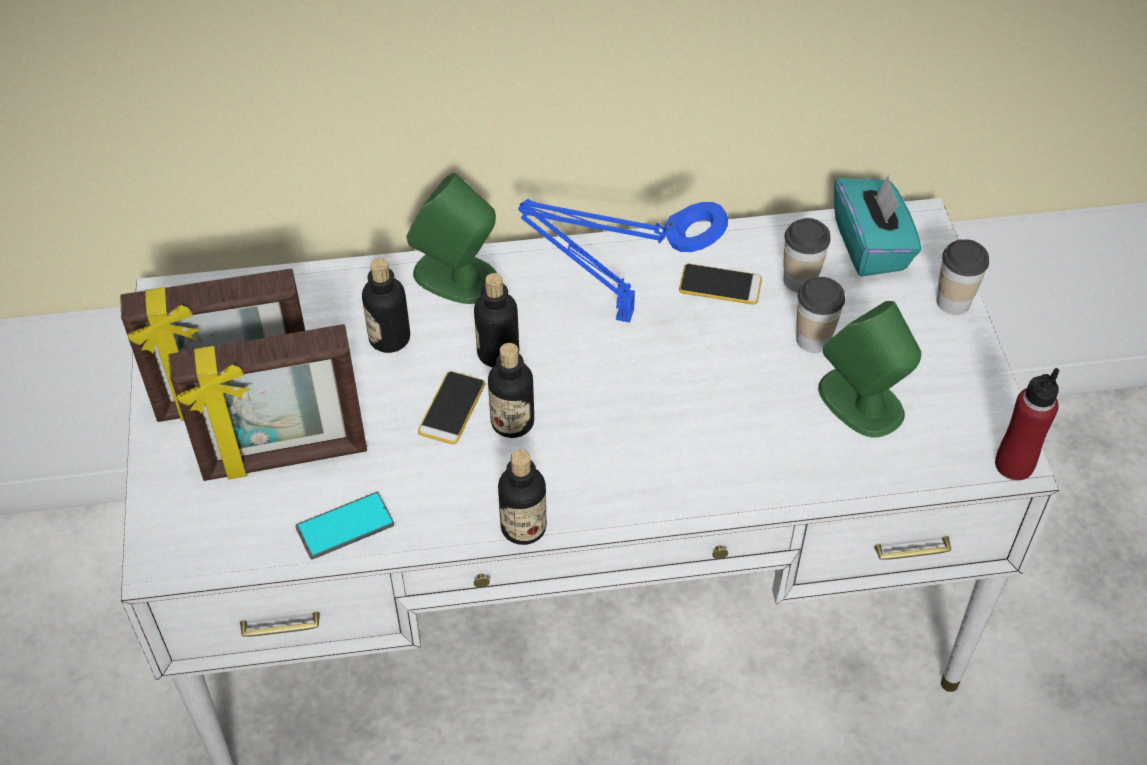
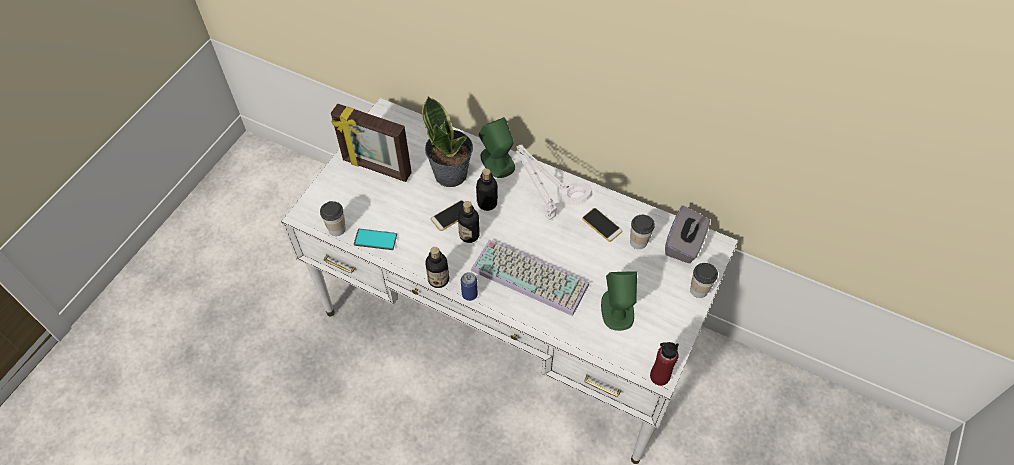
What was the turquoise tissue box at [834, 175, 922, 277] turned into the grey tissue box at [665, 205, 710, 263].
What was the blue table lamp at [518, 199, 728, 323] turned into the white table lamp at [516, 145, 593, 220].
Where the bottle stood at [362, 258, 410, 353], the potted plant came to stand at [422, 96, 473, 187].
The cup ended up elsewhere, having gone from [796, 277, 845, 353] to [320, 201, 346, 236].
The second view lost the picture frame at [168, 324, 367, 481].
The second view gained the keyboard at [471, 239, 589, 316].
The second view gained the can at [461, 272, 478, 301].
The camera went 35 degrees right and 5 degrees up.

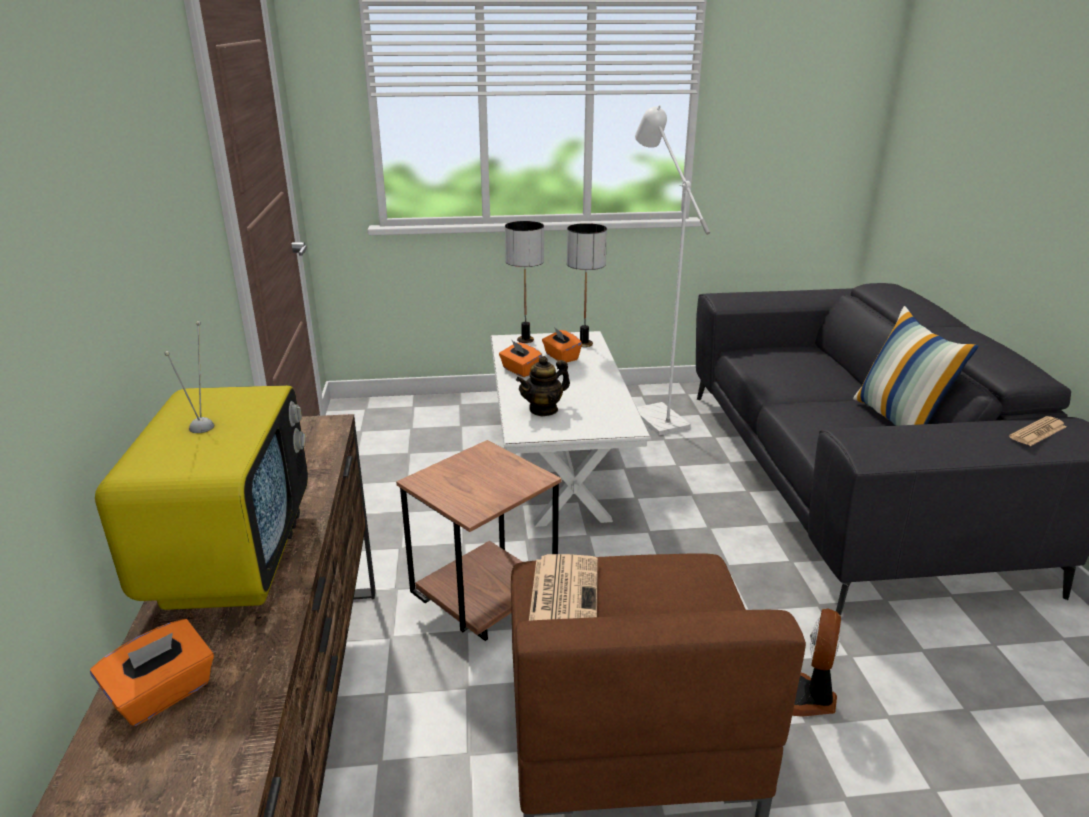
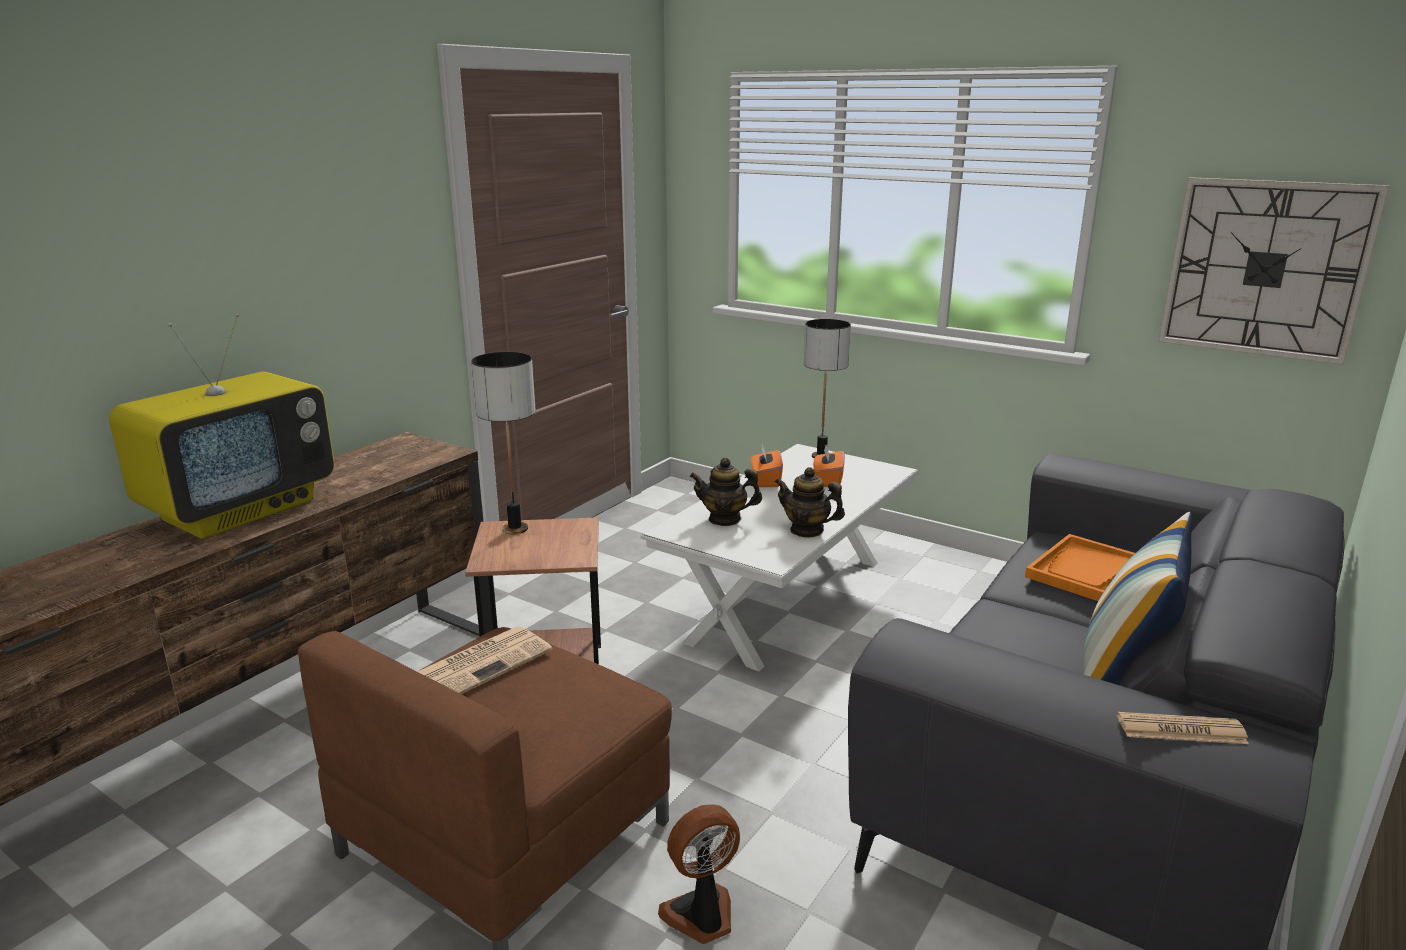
The second view lost the white floor lamp at [635, 105, 710, 435].
The table lamp ended up elsewhere, having gone from [567, 223, 607, 347] to [472, 352, 536, 534].
The second view lost the orange tissue box at [90, 619, 214, 726].
The second view gained the wall clock at [1158, 177, 1389, 365].
The second view gained the teapot at [775, 467, 845, 537].
The second view gained the orange tray at [1025, 534, 1135, 601].
The camera went 40 degrees right and 5 degrees down.

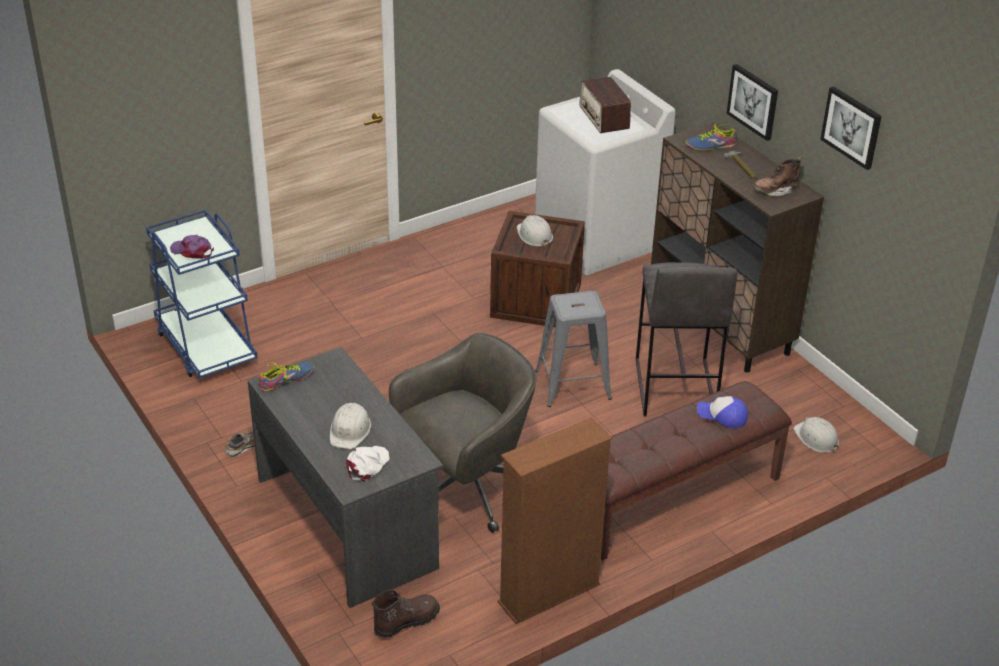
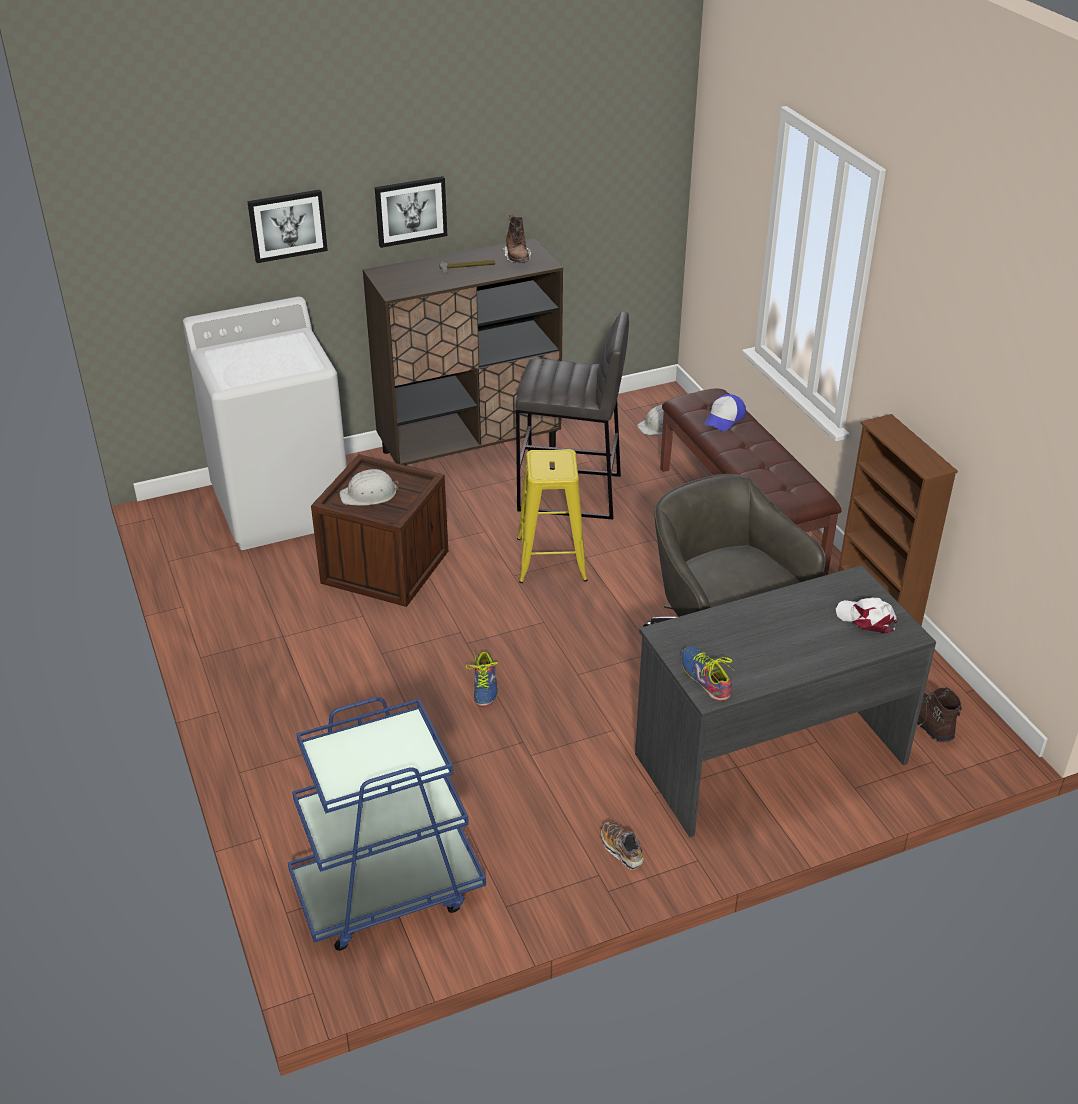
The second view lost the radio at [579, 77, 631, 133].
The picture ended up elsewhere, having gone from [820, 86, 882, 170] to [247, 190, 328, 263].
The shoe ended up elsewhere, having gone from [685, 123, 737, 151] to [466, 652, 498, 707].
The second view lost the purple cap at [170, 235, 214, 259].
What was the grey stool at [535, 291, 612, 407] turned into the yellow stool at [517, 449, 587, 583].
The second view lost the white hard hat at [330, 403, 371, 449].
The camera went 80 degrees left and 0 degrees up.

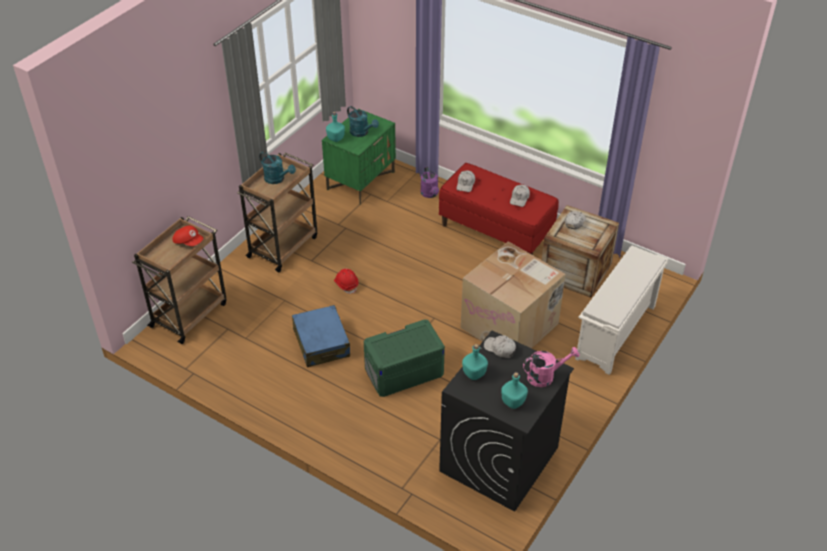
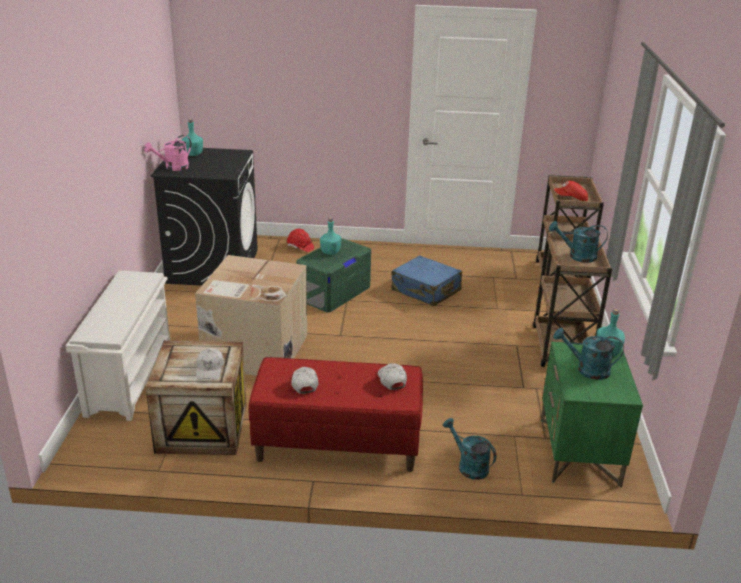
What was the purple watering can at [420, 167, 439, 198] turned into the turquoise watering can at [443, 418, 496, 480].
The red hard hat ended up elsewhere, having gone from [334, 269, 359, 294] to [287, 229, 314, 252].
The second view lost the white cap at [484, 335, 516, 358].
The turquoise bottle ended up elsewhere, having gone from [462, 344, 488, 380] to [320, 218, 342, 255].
The camera went 150 degrees right and 15 degrees down.

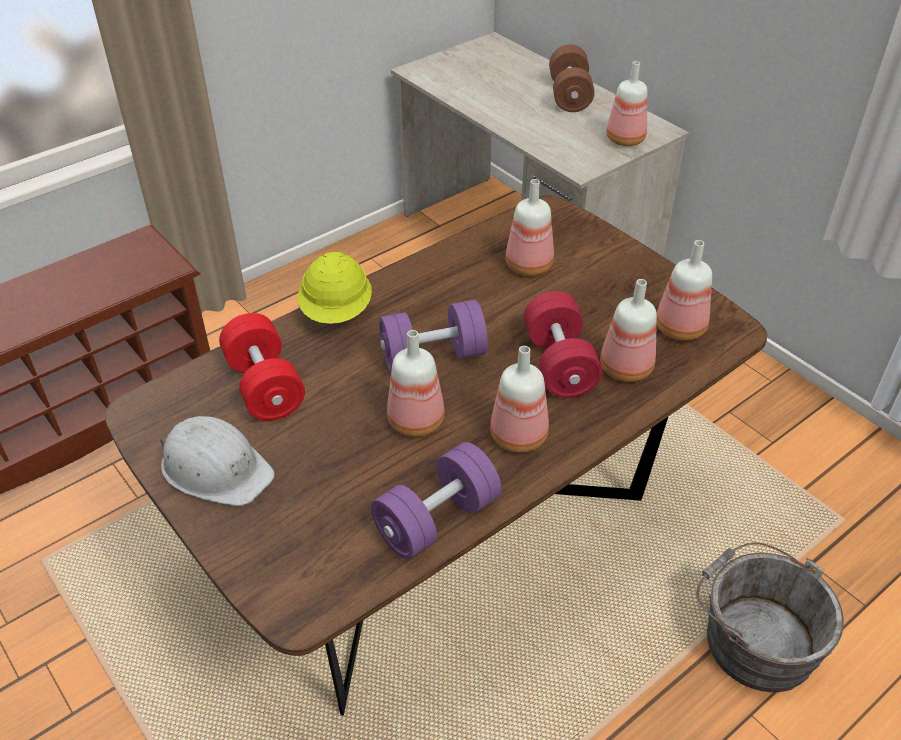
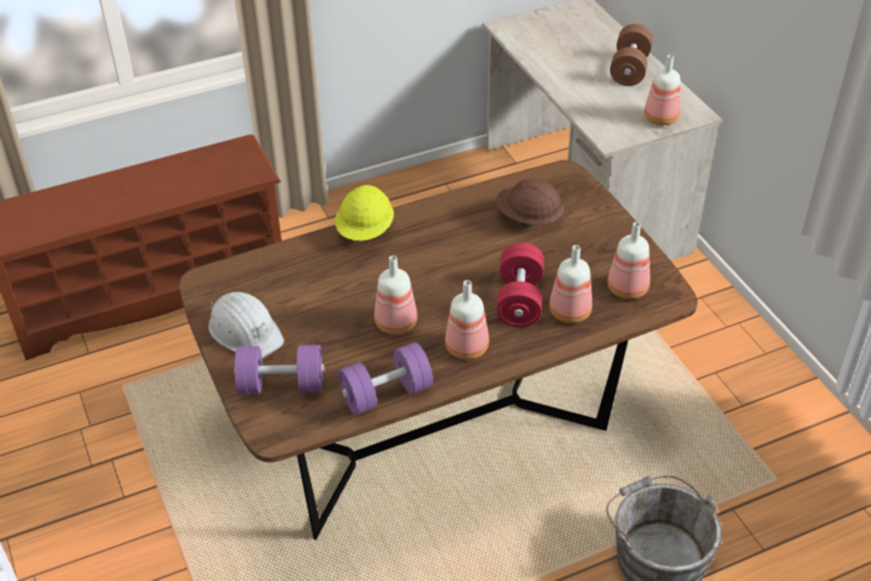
Where the bottle stood at [506, 179, 554, 276], the brown hard hat came to stand at [496, 179, 564, 229].
The purple dumbbell ended up elsewhere, having gone from [379, 300, 488, 372] to [234, 345, 325, 394].
The second view lost the red dumbbell at [219, 313, 305, 421].
The camera went 15 degrees right and 0 degrees up.

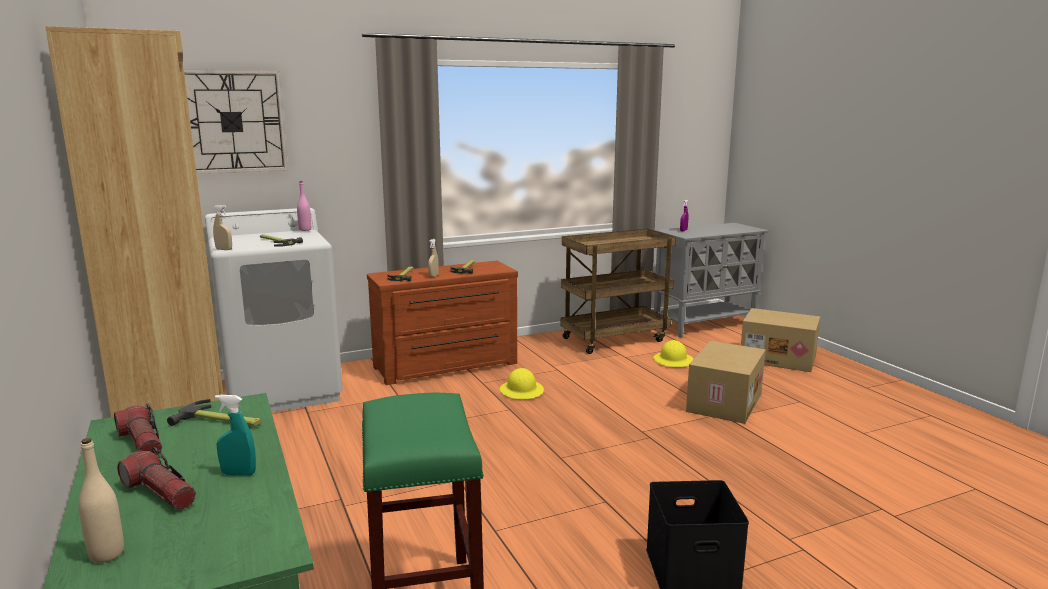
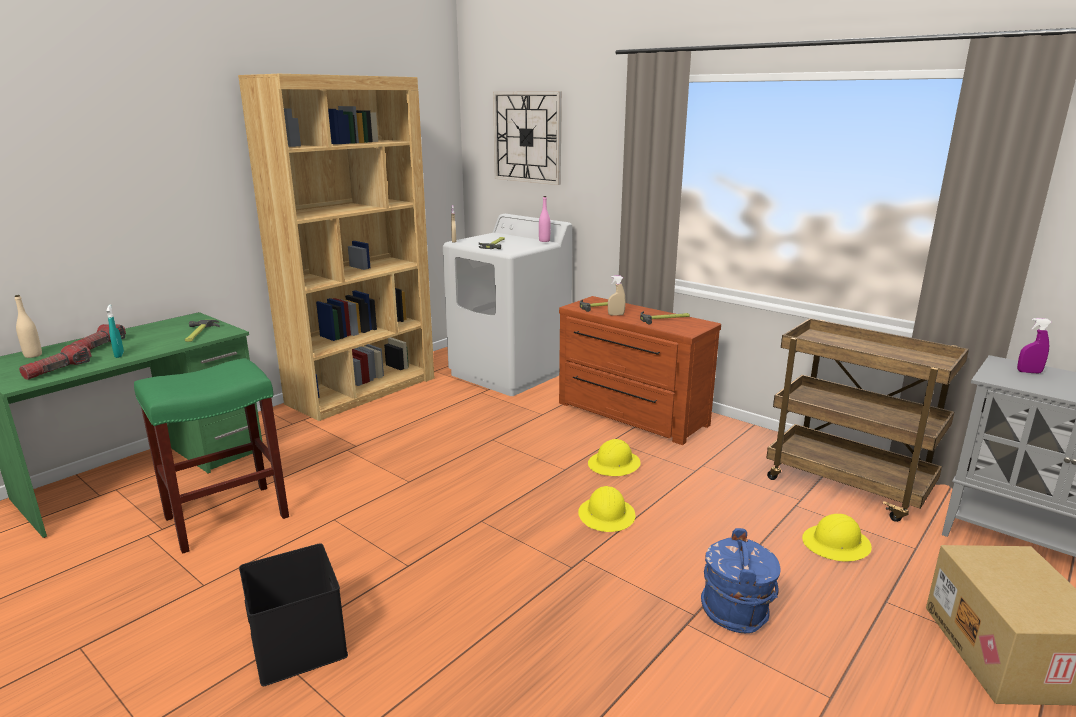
Where the cardboard box stood at [686, 341, 766, 424], the blue bucket came to stand at [701, 528, 781, 633].
The flashlight ended up elsewhere, having gone from [114, 403, 162, 455] to [19, 345, 92, 380].
The second view gained the yellow hard hat at [578, 486, 635, 532].
The camera went 65 degrees right and 5 degrees up.

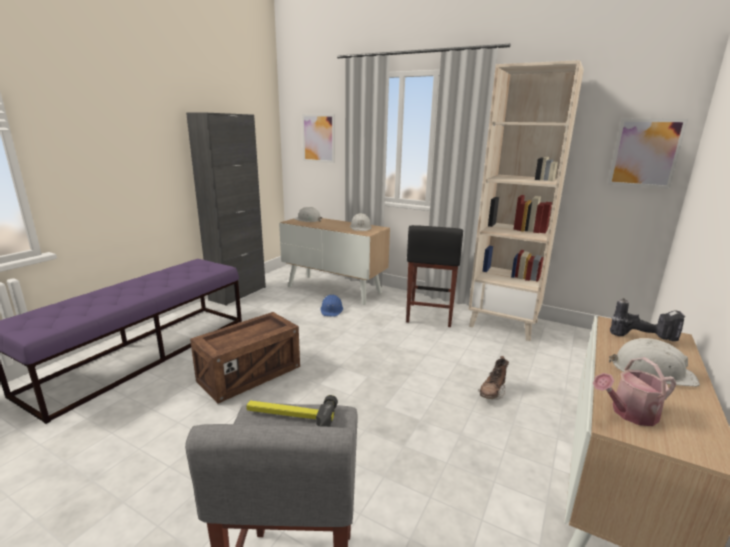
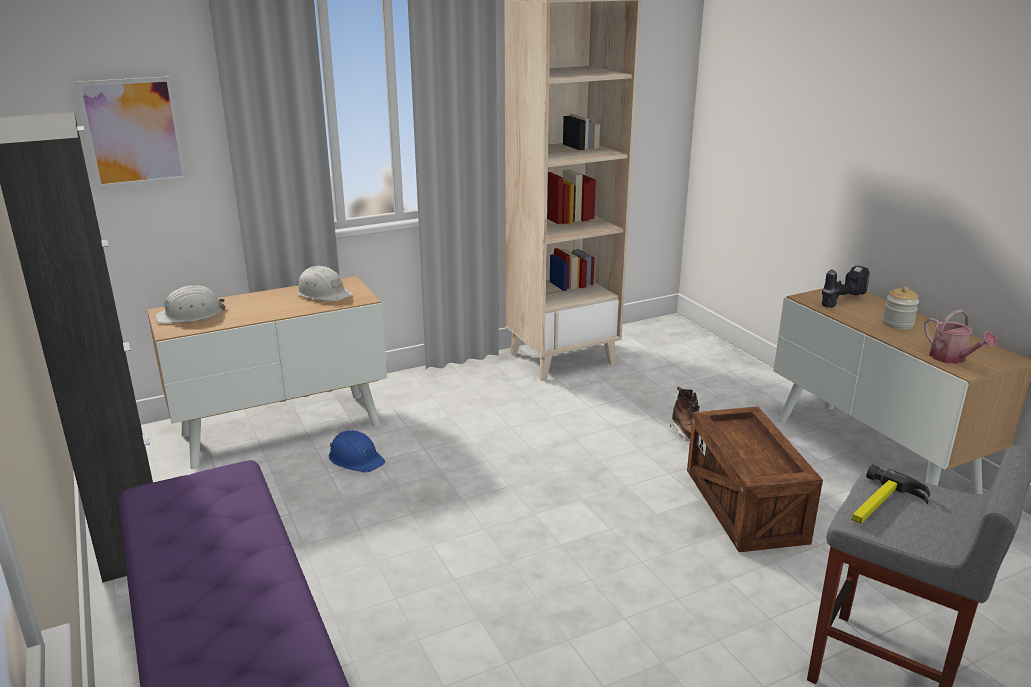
The second view lost the picture at [608, 119, 688, 189].
The second view lost the black stool at [406, 225, 463, 327].
The crate ended up elsewhere, having gone from [190, 312, 300, 403] to [687, 407, 823, 552].
Where the white hard hat stood at [609, 338, 700, 387], the jar came to stand at [883, 287, 919, 330].
The watering can at [593, 357, 676, 426] ended up facing another way, 45 degrees counterclockwise from before.
The camera went 55 degrees left and 5 degrees up.

